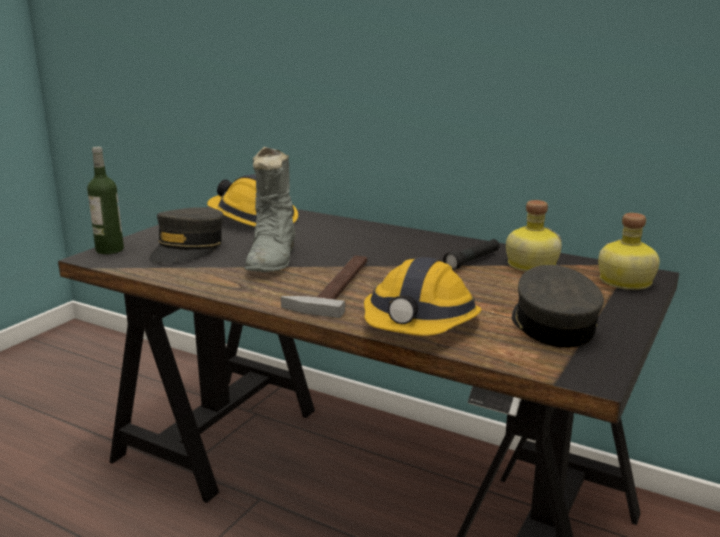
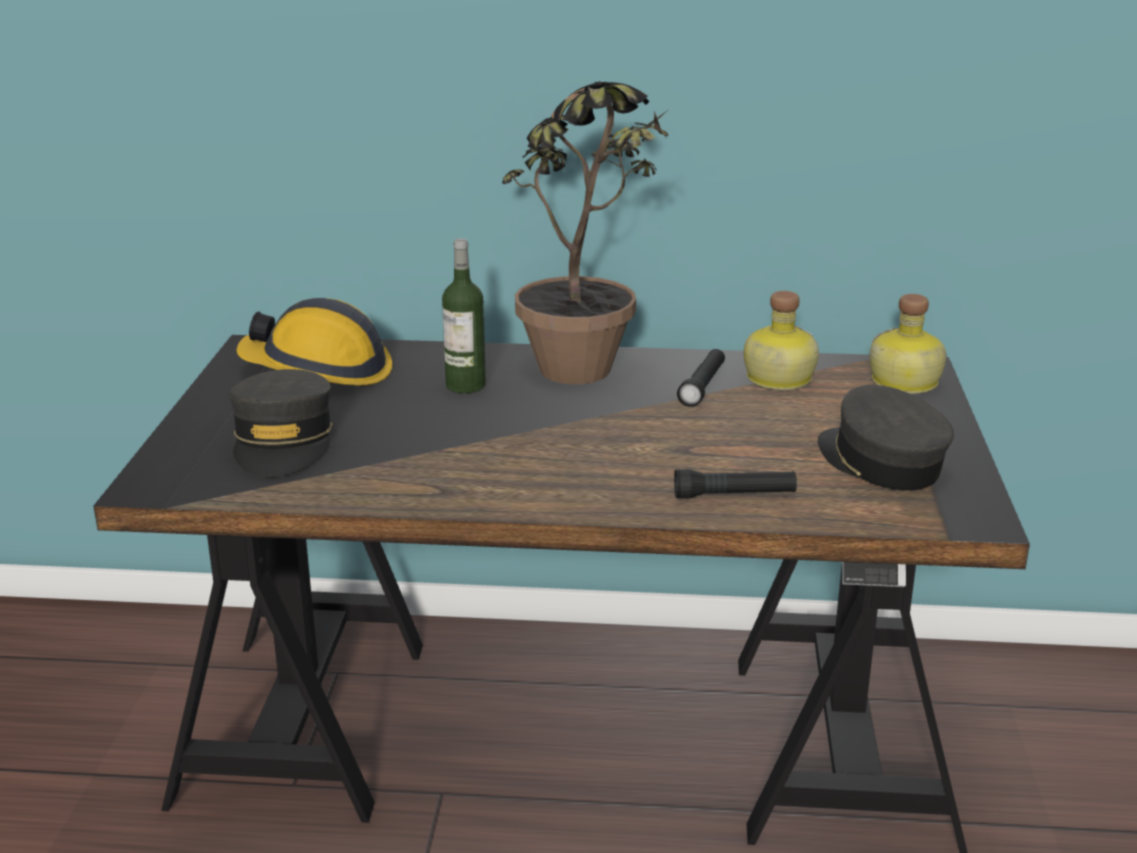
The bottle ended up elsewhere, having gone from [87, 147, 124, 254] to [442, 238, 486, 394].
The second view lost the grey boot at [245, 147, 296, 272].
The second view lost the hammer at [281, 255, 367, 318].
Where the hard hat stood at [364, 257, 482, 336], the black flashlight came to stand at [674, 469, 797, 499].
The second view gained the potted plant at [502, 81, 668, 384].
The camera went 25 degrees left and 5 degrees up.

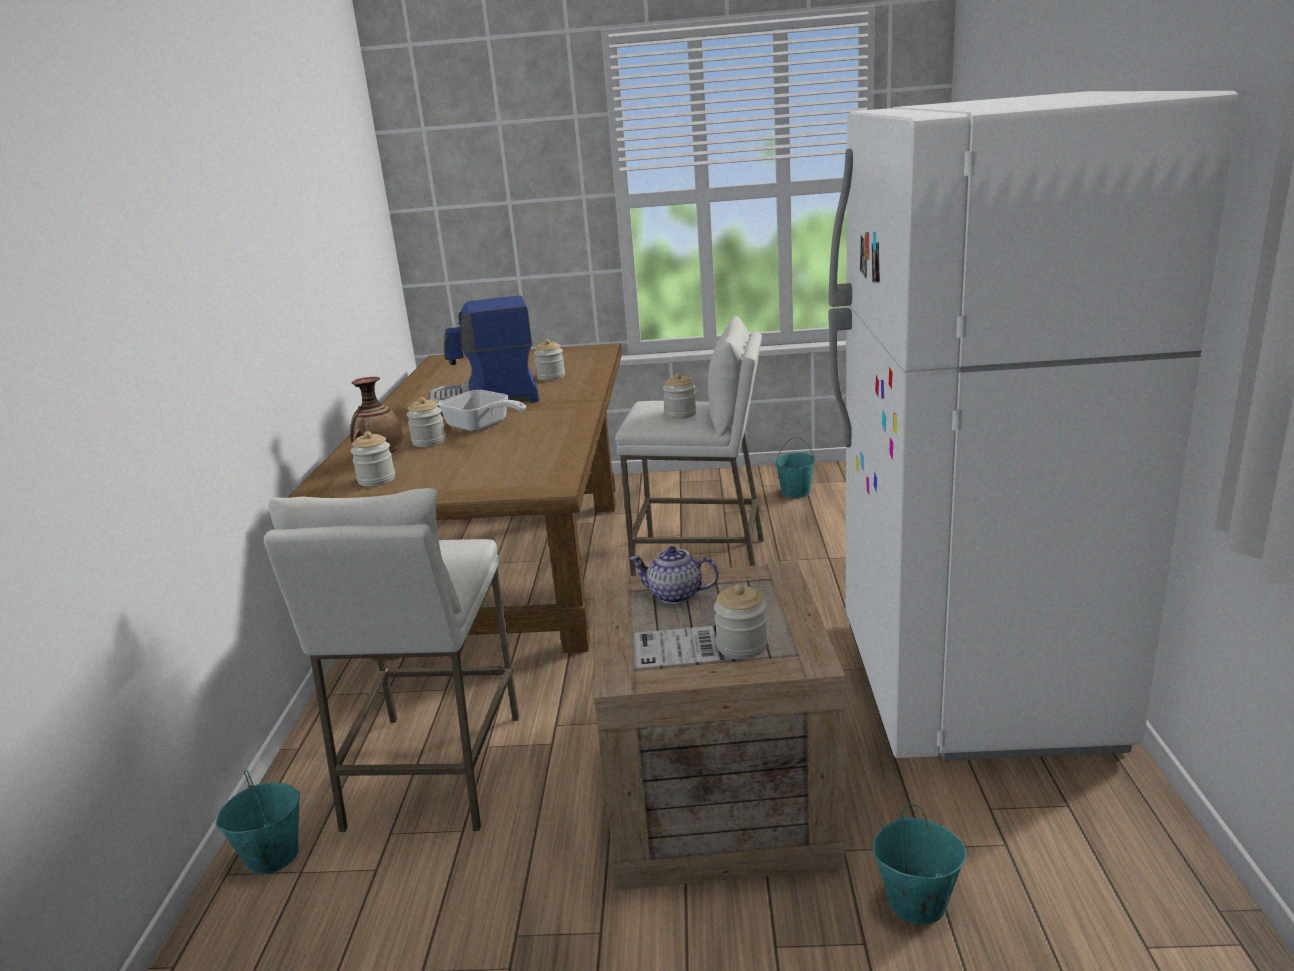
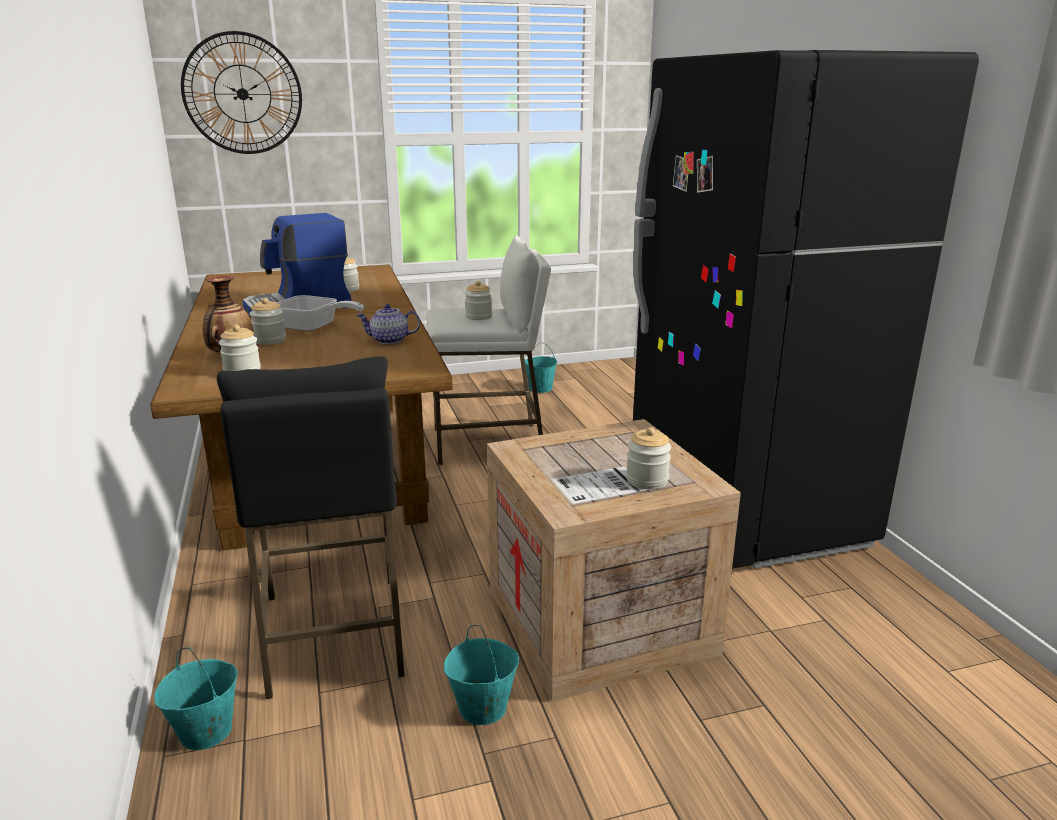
What was the white fridge at [828, 91, 1239, 761] turned into the black fridge at [633, 50, 979, 569].
What was the white stool at [264, 488, 519, 832] turned into the black stool at [217, 356, 405, 699].
The teapot ended up elsewhere, having gone from [629, 546, 719, 604] to [356, 304, 420, 344].
The turquoise bucket ended up elsewhere, having gone from [873, 804, 966, 924] to [444, 625, 519, 725].
The second view gained the wall clock at [181, 31, 302, 154].
The camera went 20 degrees left and 0 degrees up.

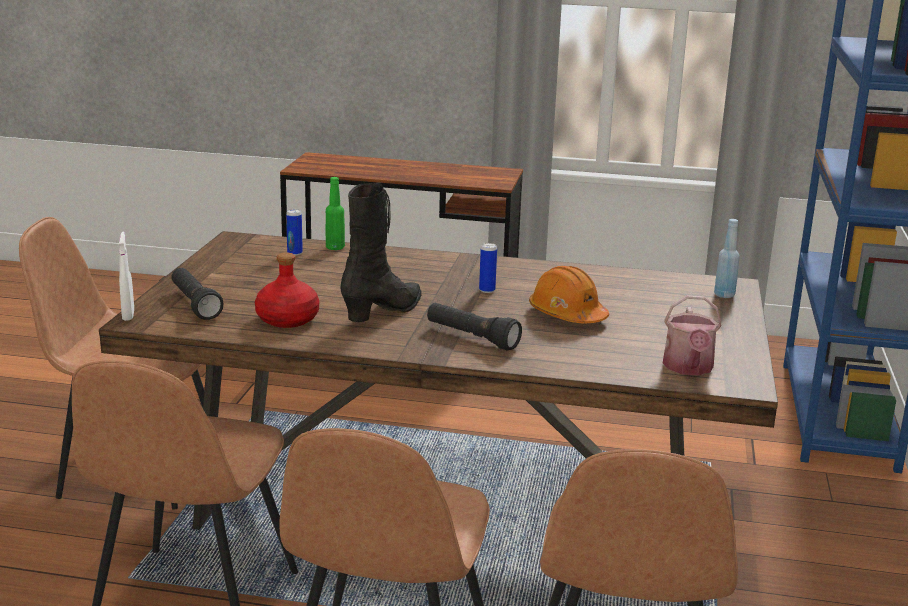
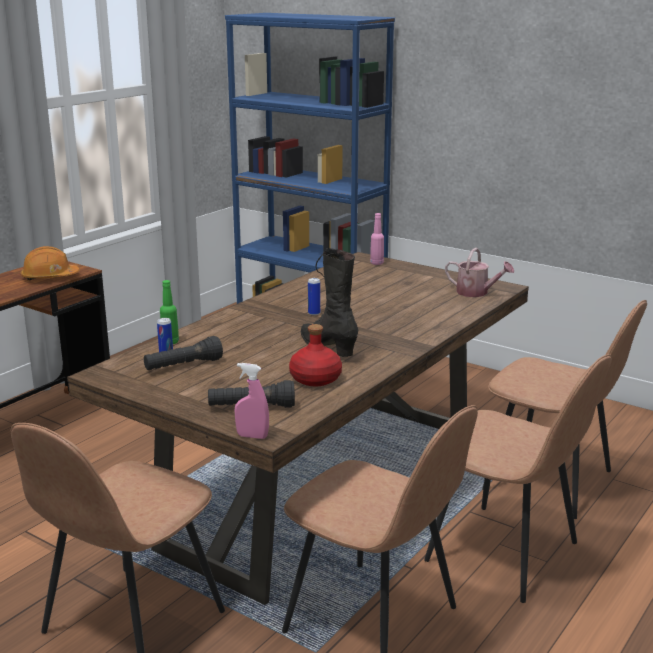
What was the blue bottle at [714, 219, 740, 298] turned into the pink bottle at [370, 213, 384, 265].
What was the white spray bottle at [119, 232, 134, 321] turned into the pink spray bottle at [235, 363, 269, 439].
The orange hard hat ended up elsewhere, having gone from [529, 266, 609, 323] to [21, 246, 80, 280].
The black flashlight ended up elsewhere, having gone from [427, 303, 522, 351] to [144, 336, 223, 370].
The camera went 65 degrees left and 0 degrees up.

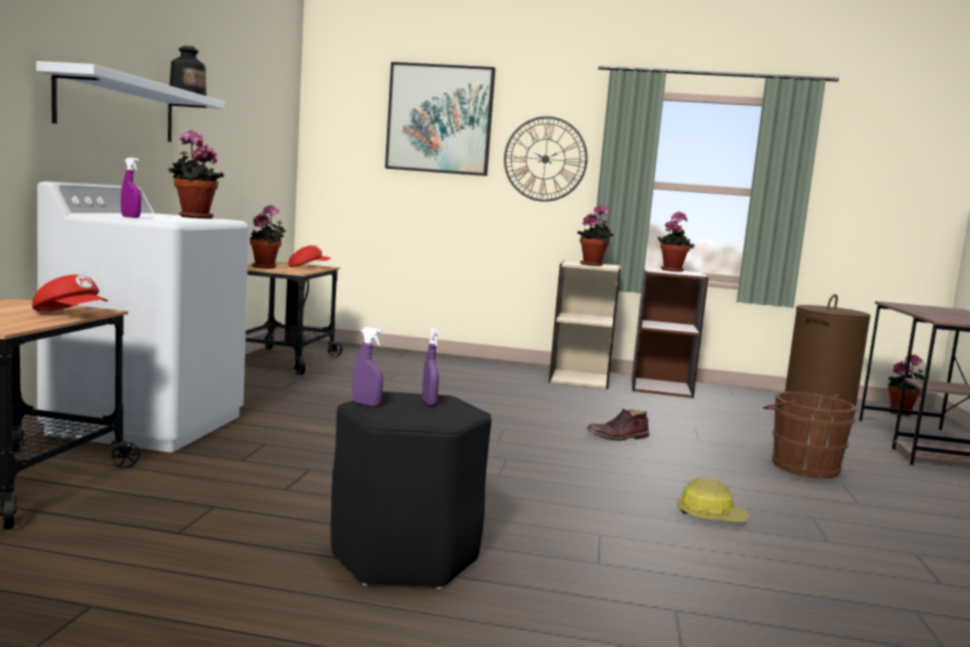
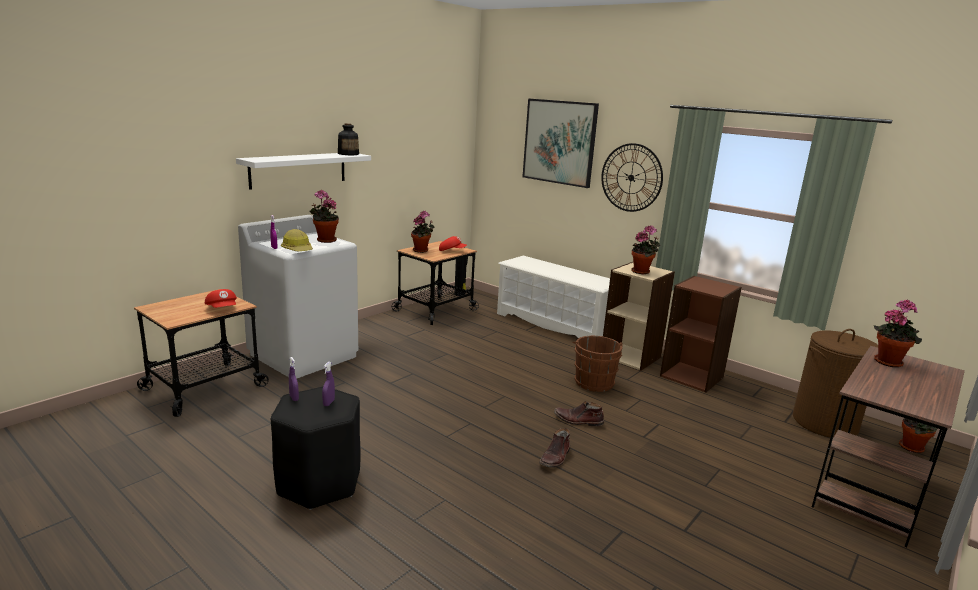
The potted plant ended up elsewhere, having gone from [658, 211, 694, 272] to [874, 299, 922, 367].
The brown bucket ended up elsewhere, having gone from [763, 392, 856, 479] to [572, 336, 623, 392].
The hard hat ended up elsewhere, having gone from [677, 478, 749, 522] to [281, 229, 313, 251].
The second view gained the white shoe rack at [497, 256, 610, 338].
The second view gained the brown boot at [539, 428, 570, 468].
The camera went 30 degrees right and 10 degrees up.

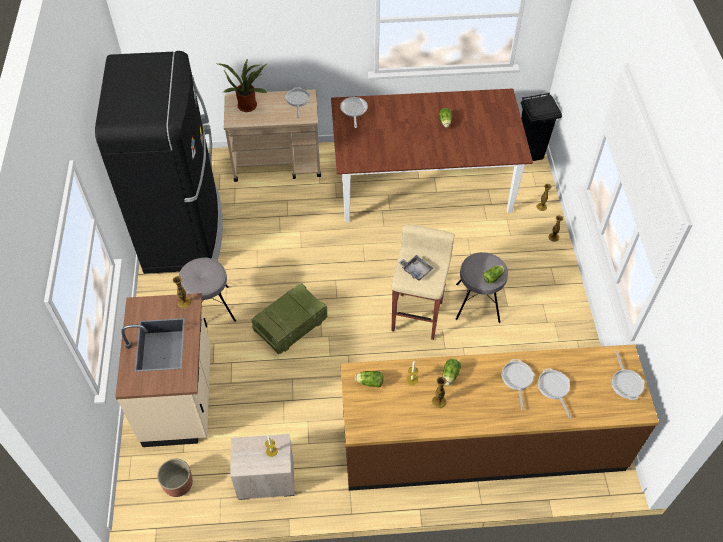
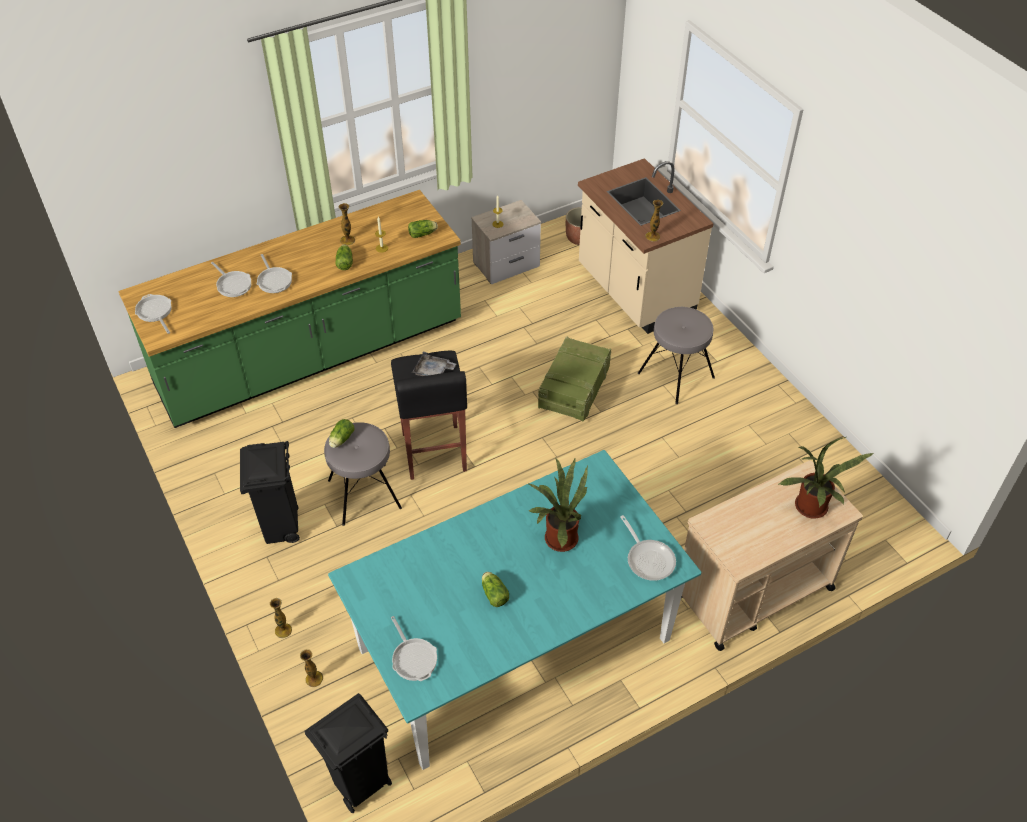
The second view lost the black fridge at [95, 51, 223, 274].
The frying pan ended up elsewhere, having gone from [285, 87, 310, 118] to [391, 616, 437, 681].
What was the brown dining table at [331, 88, 533, 222] turned into the turquoise dining table at [328, 450, 701, 770].
What was the beige stool at [391, 224, 454, 340] turned into the black stool at [391, 351, 467, 480].
What was the brown counter at [340, 344, 659, 491] turned into the green counter at [118, 190, 461, 428].
The second view gained the black trash can at [240, 441, 300, 544].
The second view gained the potted plant at [527, 457, 588, 552].
The camera went 155 degrees right and 5 degrees down.

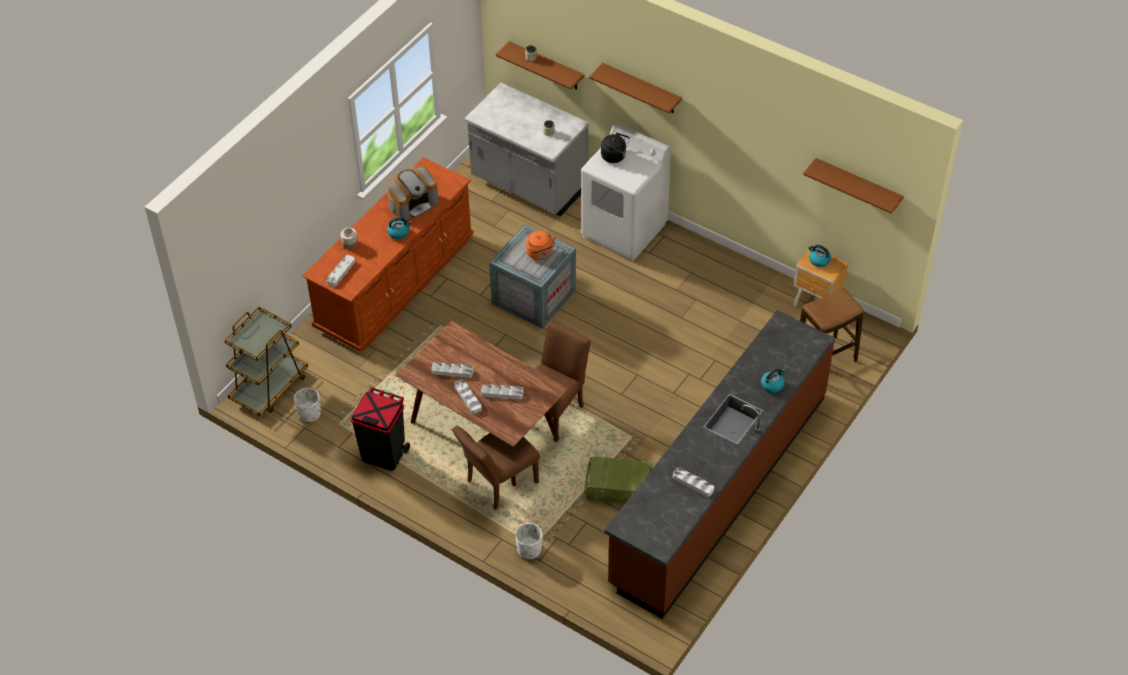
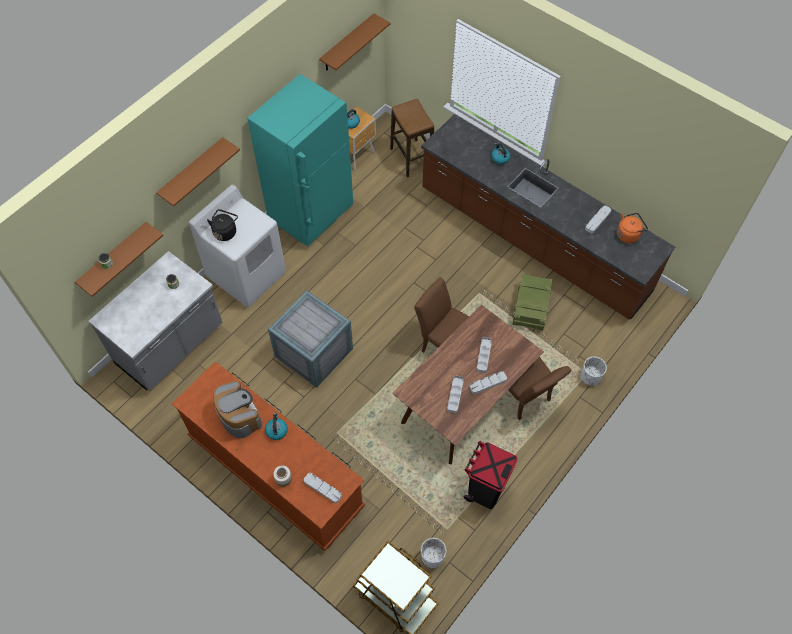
The orange kettle ended up elsewhere, having gone from [526, 231, 555, 260] to [617, 213, 648, 243].
The second view gained the turquoise fridge at [247, 74, 353, 246].
The camera went 85 degrees left and 10 degrees up.

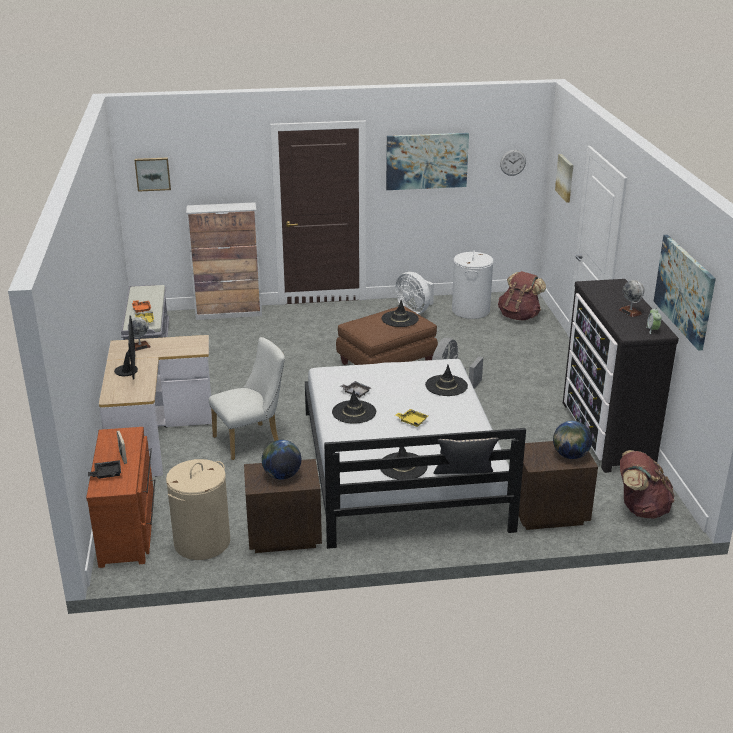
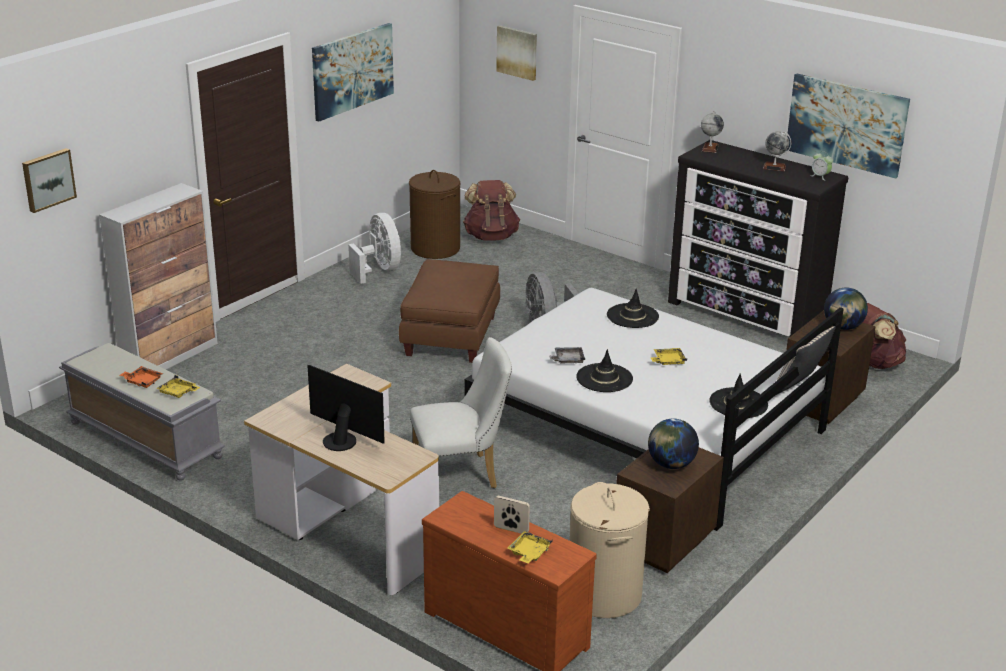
The second view lost the wall clock at [500, 150, 526, 176].
What was the white laundry basket at [452, 250, 494, 319] turned into the brown laundry basket at [409, 170, 461, 259].
The white fan at [395, 272, 434, 314] ended up facing another way, 120 degrees counterclockwise from before.
The second view lost the black hat at [382, 300, 419, 327].
The globe ended up elsewhere, having gone from [128, 316, 151, 351] to [701, 111, 724, 153].
The white chair at [209, 337, 285, 460] ended up facing another way, 60 degrees clockwise from before.
What was the black tray at [88, 460, 121, 479] turned into the yellow tray at [507, 531, 553, 563].
The camera went 45 degrees left and 0 degrees up.

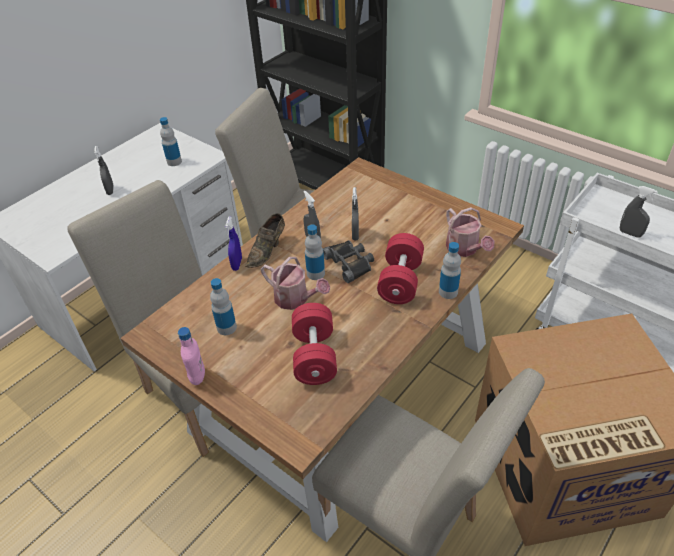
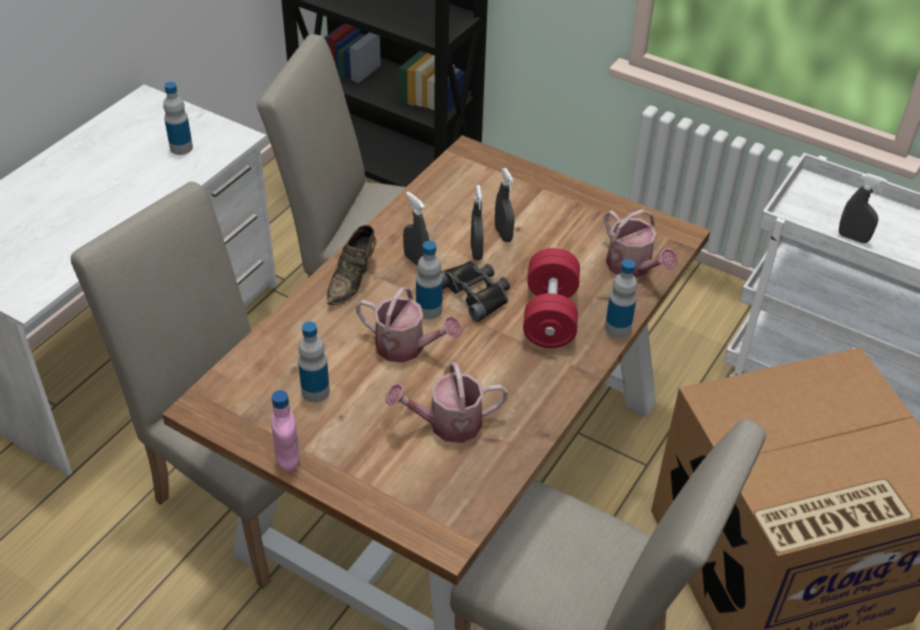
The grey spray bottle ended up elsewhere, having gone from [94, 146, 114, 195] to [495, 168, 514, 242].
The second view lost the blue spray bottle at [225, 217, 242, 271].
Where the red dumbbell stood at [292, 303, 337, 385], the watering can came to stand at [385, 362, 508, 443].
The camera went 10 degrees left and 0 degrees up.

